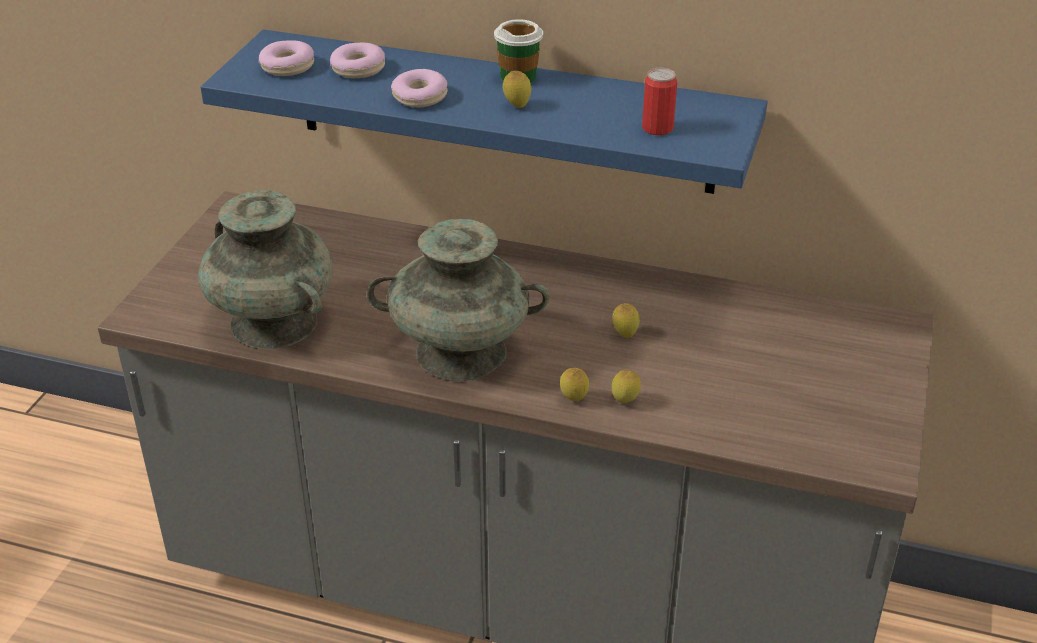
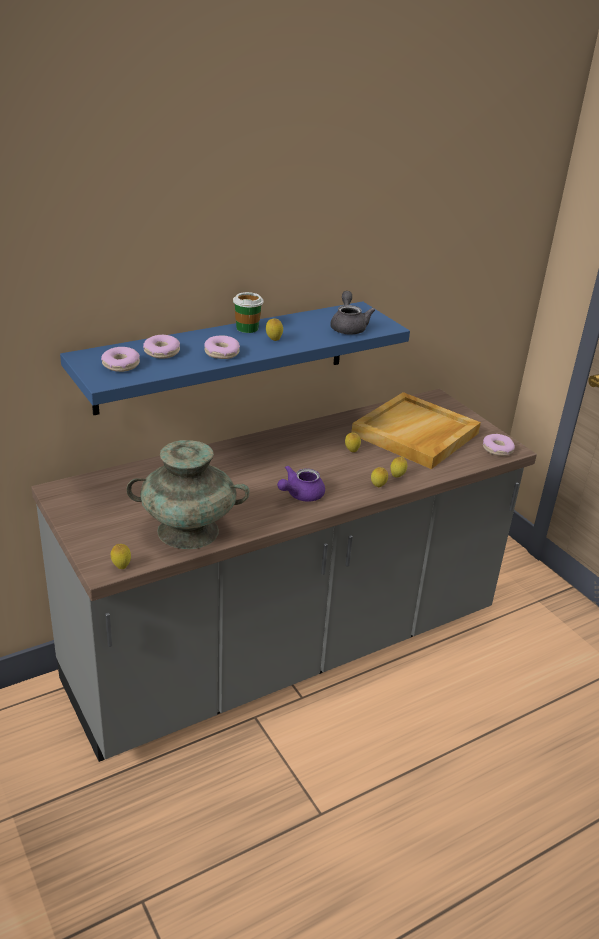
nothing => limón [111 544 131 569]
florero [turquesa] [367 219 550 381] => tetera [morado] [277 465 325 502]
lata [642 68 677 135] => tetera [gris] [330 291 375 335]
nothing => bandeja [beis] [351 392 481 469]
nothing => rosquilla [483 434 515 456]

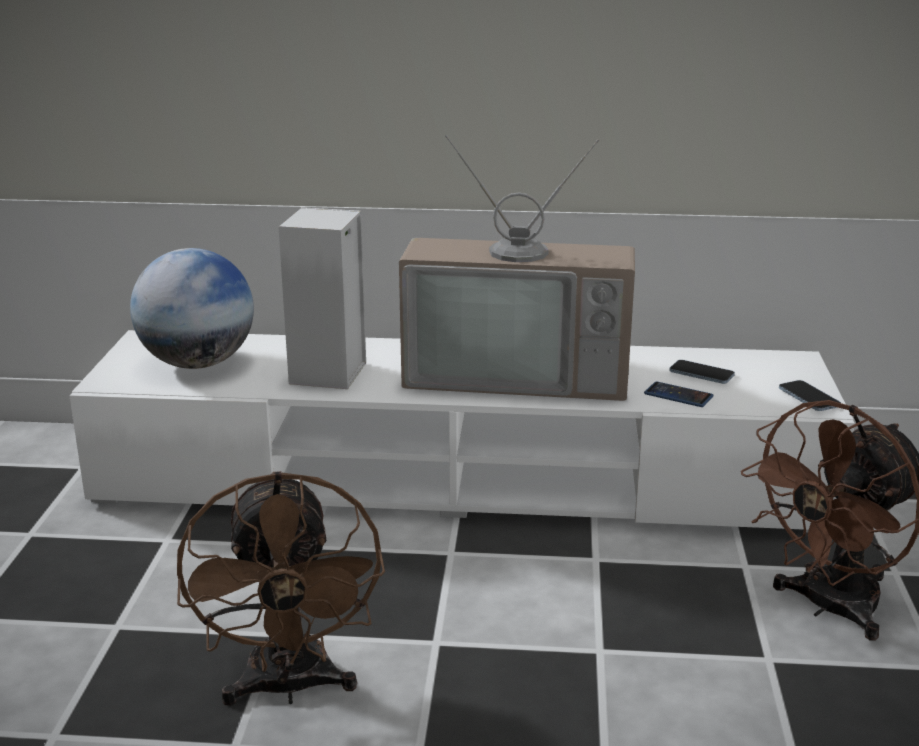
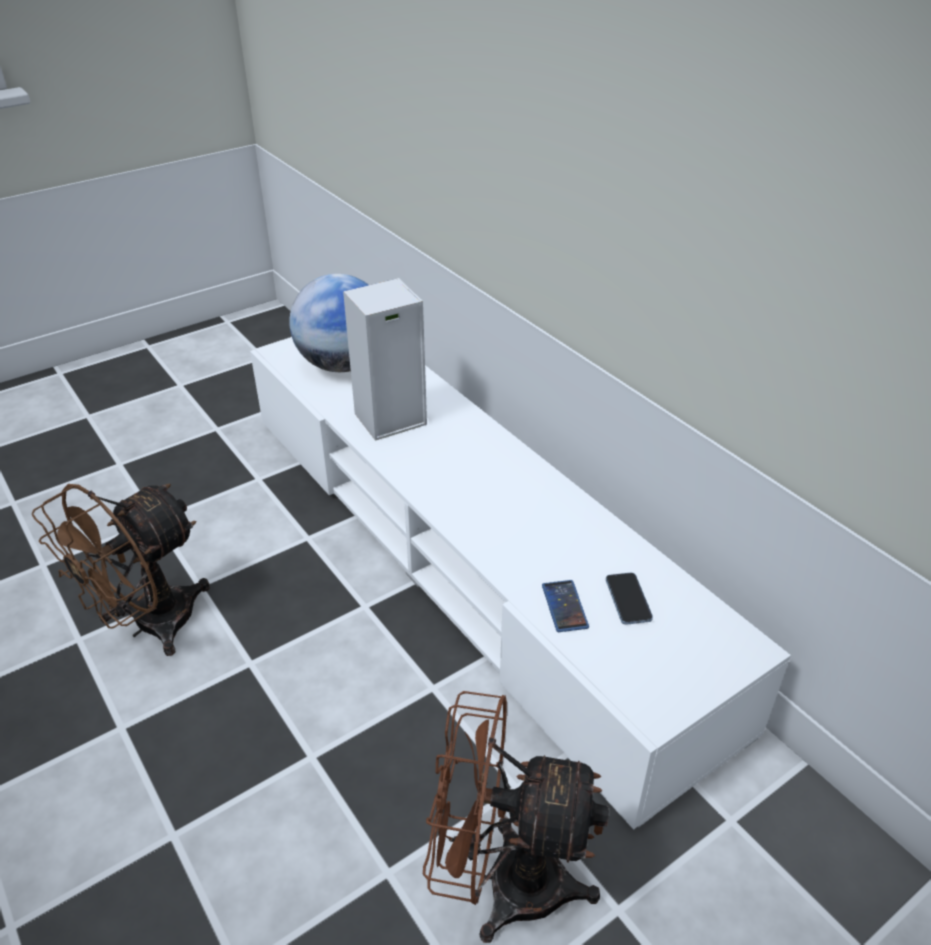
televisor [399 135 635 401] => nothing
móvil [779 380 841 411] => nothing

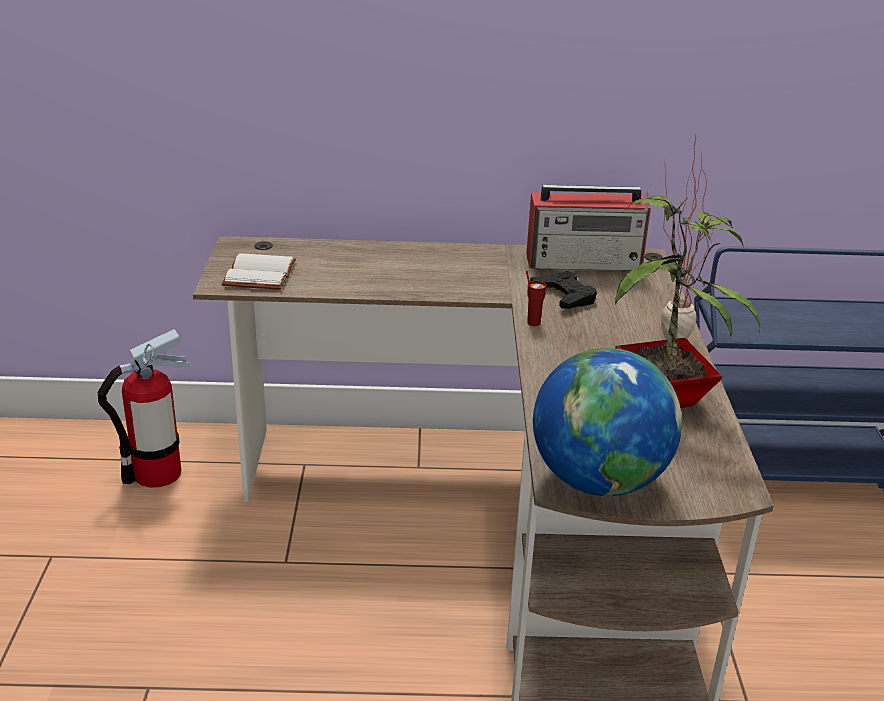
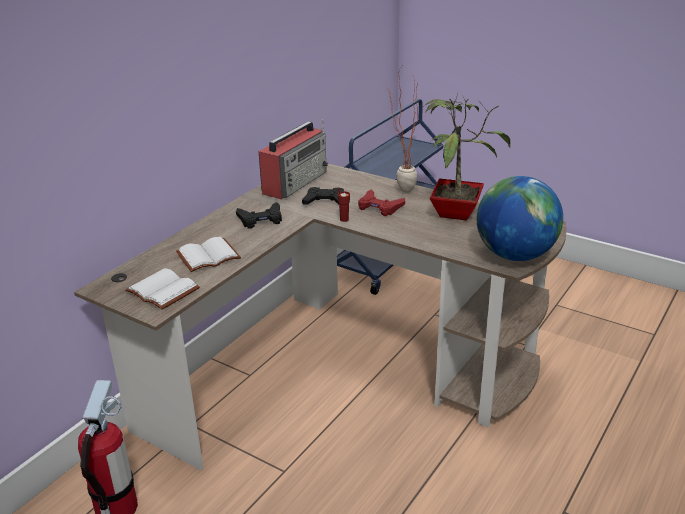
nothing => libro [blanco] [176 237 241 272]
nothing => mando de consola [negro] [236 202 282 229]
nothing => mando de consola [rojo] [358 190 405 216]

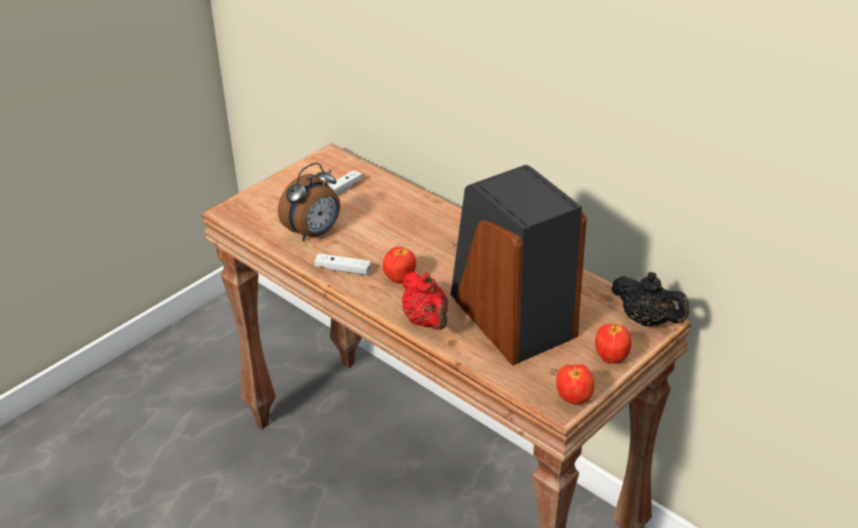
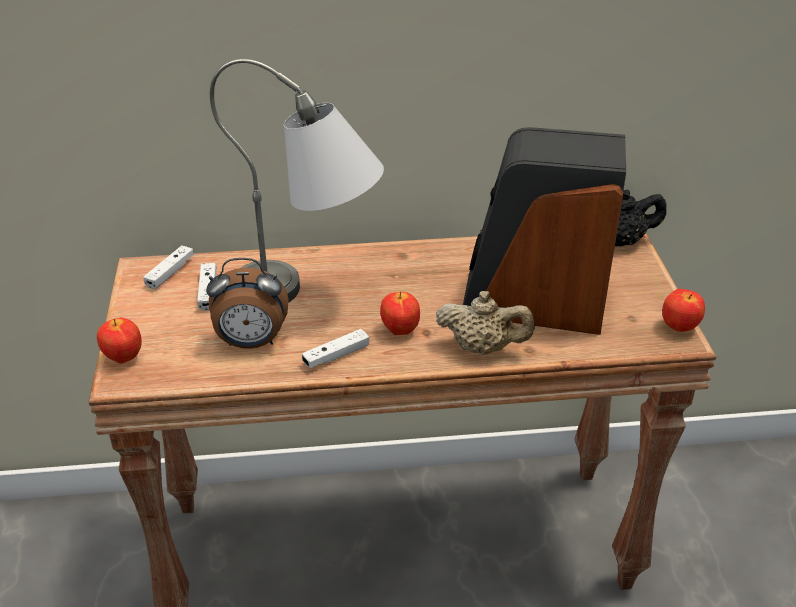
manzana [595 324 631 364] => manzana [97 318 142 364], shifted
nothing => mando de consola [blanco] [143 245 194 289]
despertador [278 163 340 241] => despertador [206 258 289 349], 90 degrees clockwise
nothing => lámpara de mesa [gris] [210 58 384 303]
tetera [rojo] [402 272 448 330] => tetera [beis] [436 291 535 355]

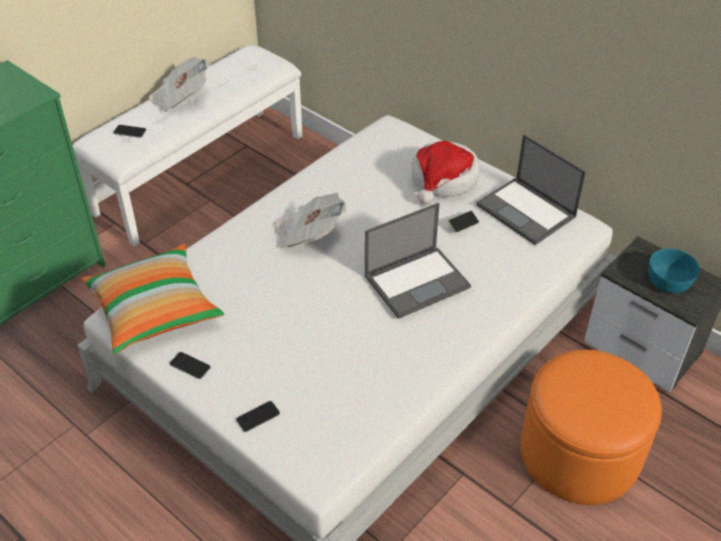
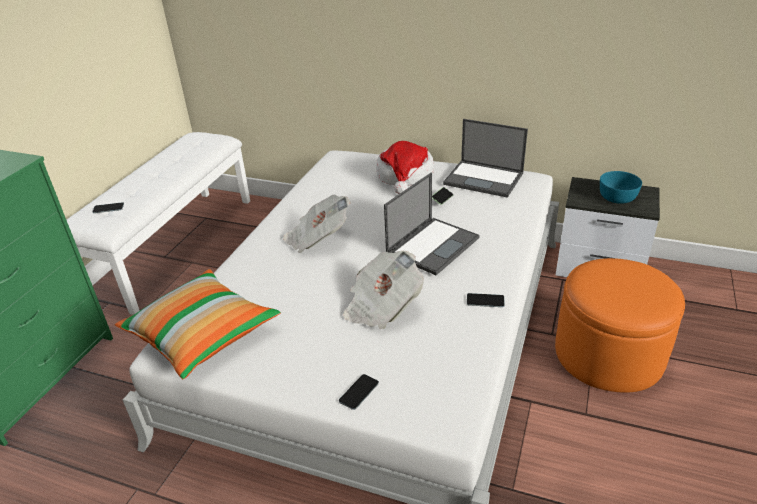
periódico [149 57 209 112] => periódico [343 251 424 329], shifted
móvil [170 352 211 379] => móvil [467 293 505 307], shifted

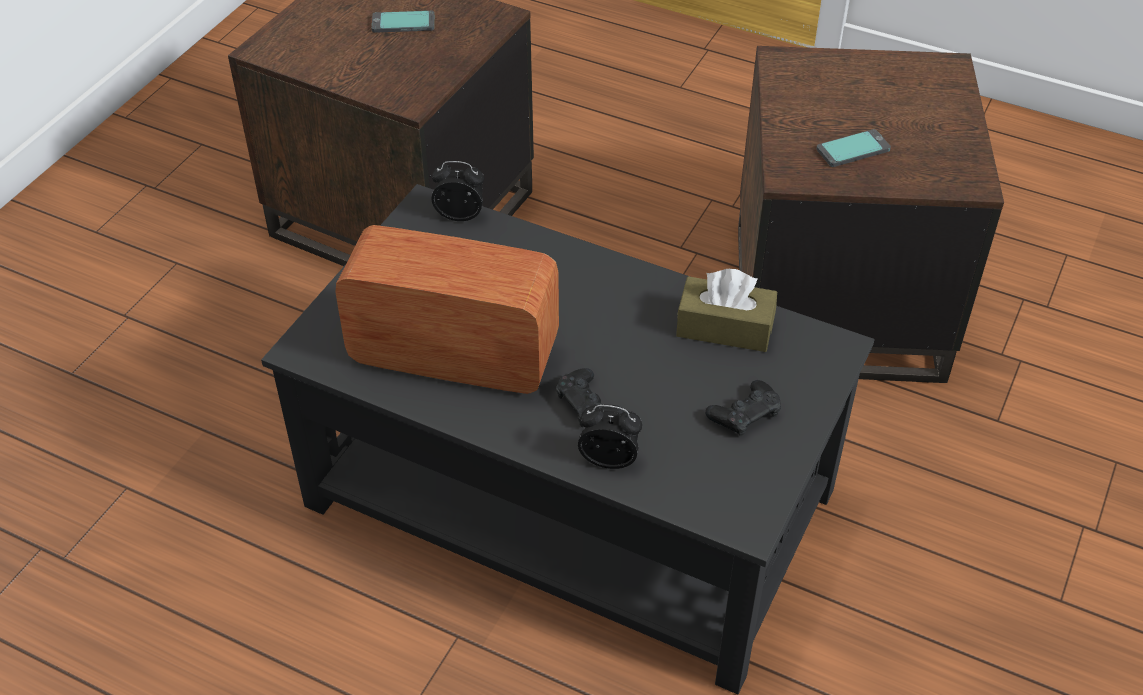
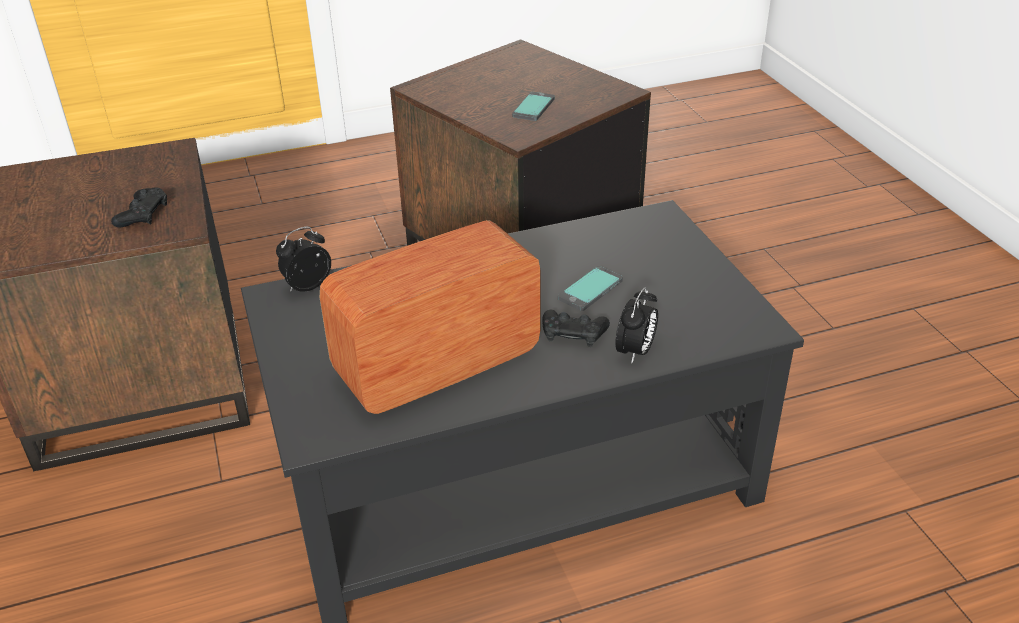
mando de consola [negro] [705 380 781 437] => mando de consola [negro] [111 188 167 227], shifted
móvil [372 11 434 33] => móvil [558 266 623 311], shifted
despertador [578 405 642 469] => despertador [615 287 658 364], 150 degrees clockwise
caja de pañuelos [marrón] [676 269 777 352] => nothing

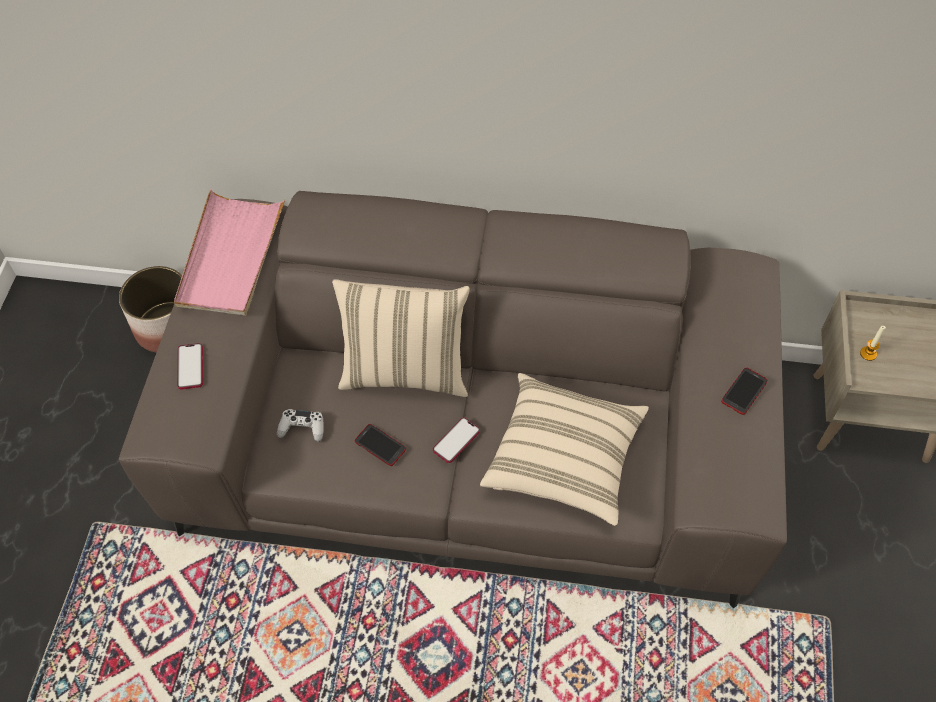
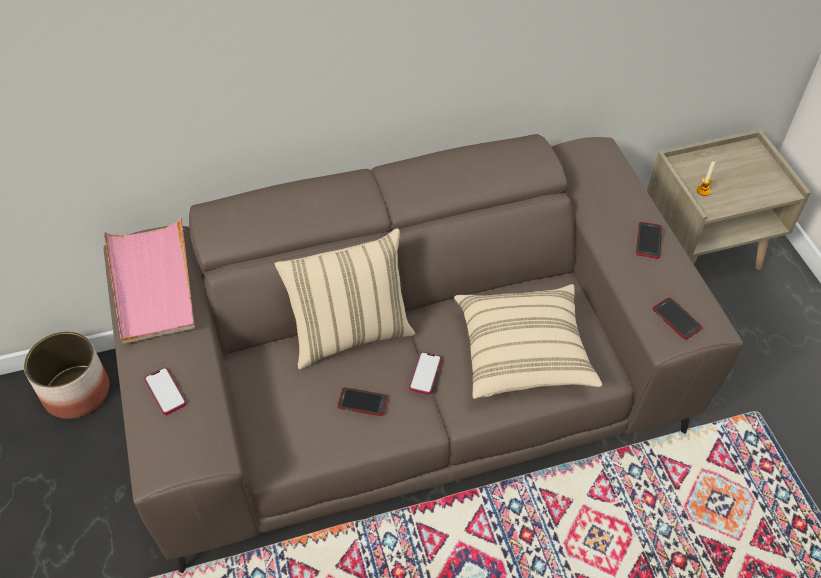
nothing => móvil [653 298 702 340]
mando de consola [blanco] [277 409 324 442] => nothing

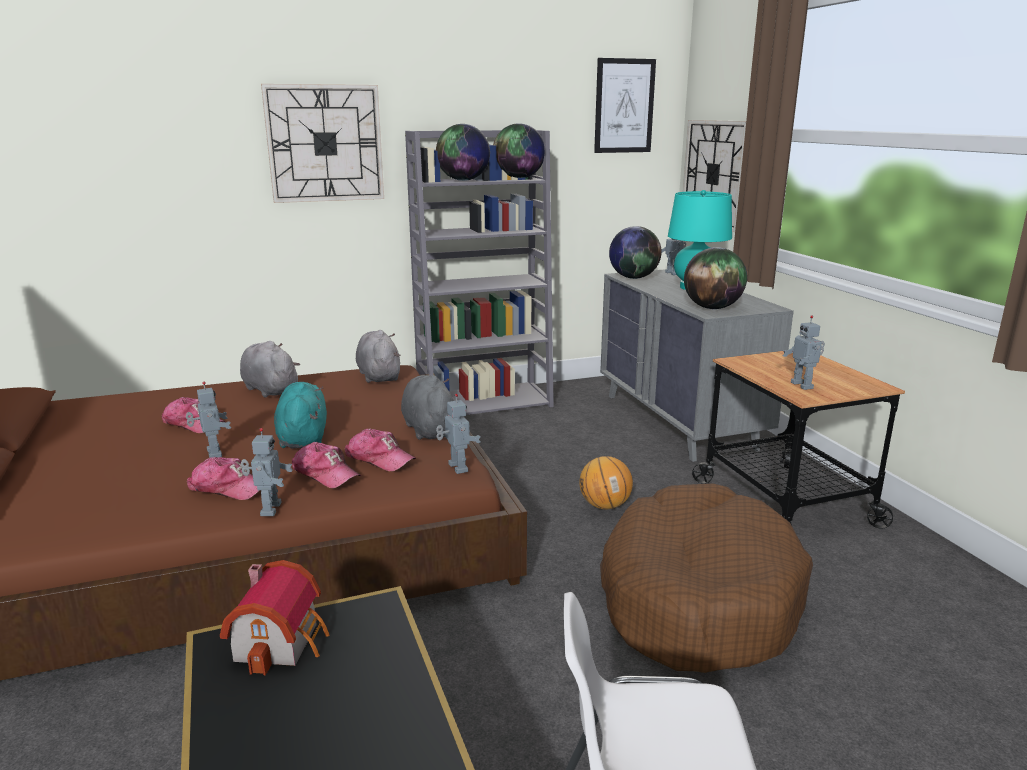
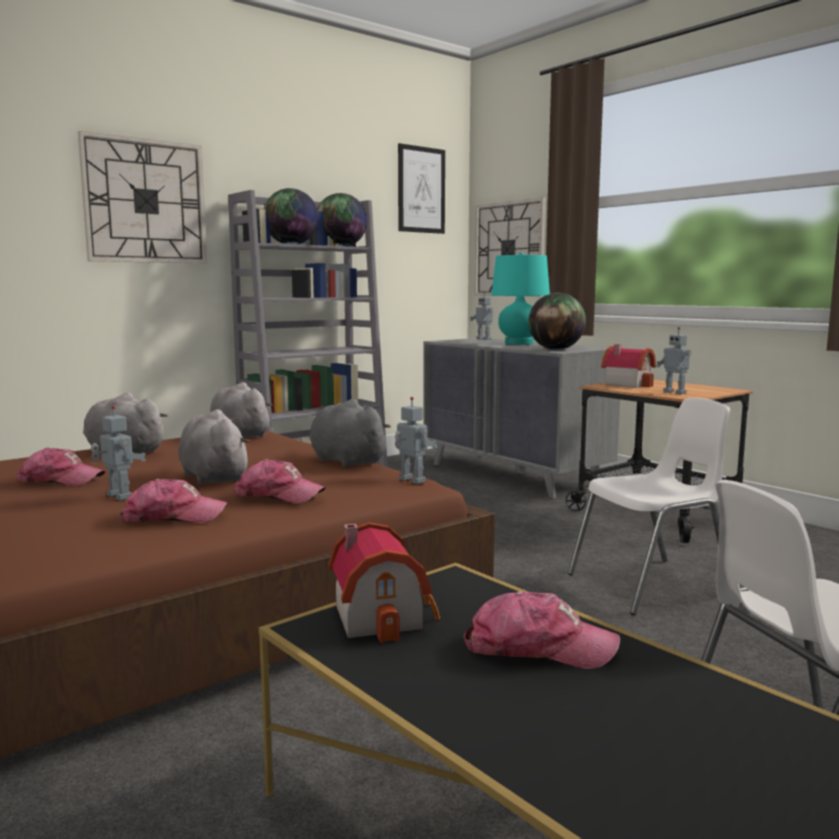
peluche [turquesa] [274 382 327 448] => peluche [gris] [178 409 250 485]
gorra [345 428 416 472] => gorra [464 591 620 669], shifted
cama para perro [marrón] [600 483 813 673] => silla [blanco] [568 398 730 615]
nothing => casita [601 344 656 388]
robot de juguete [241 428 293 516] => nothing
balón de baloncesto [579 456 633 509] => nothing
globo terráqueo [609 226 662 279] => nothing

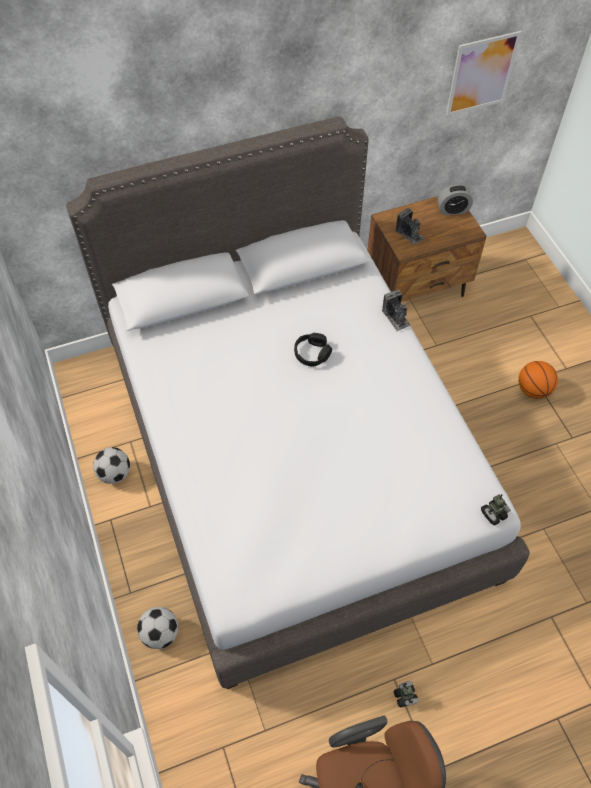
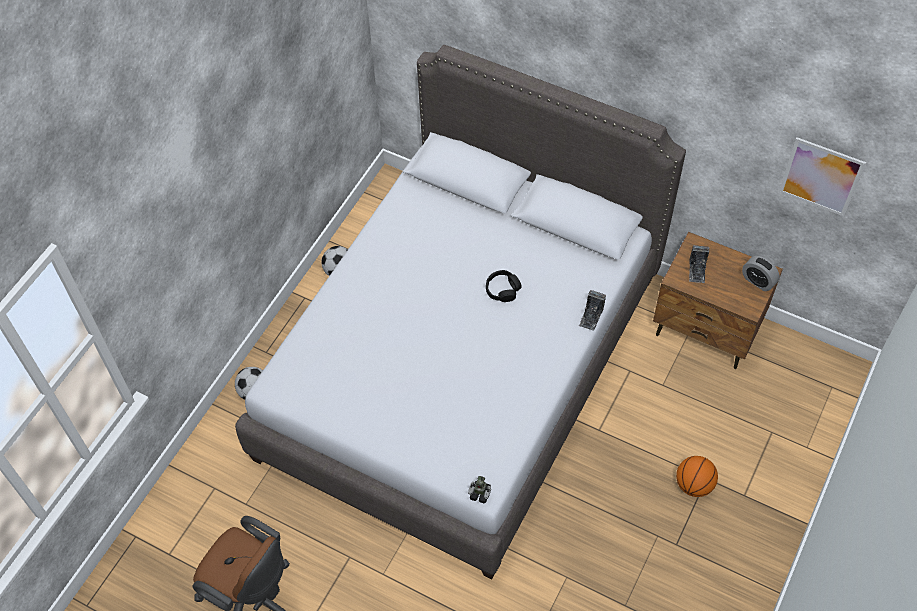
robot de juguete [393 681 419 707] => nothing

